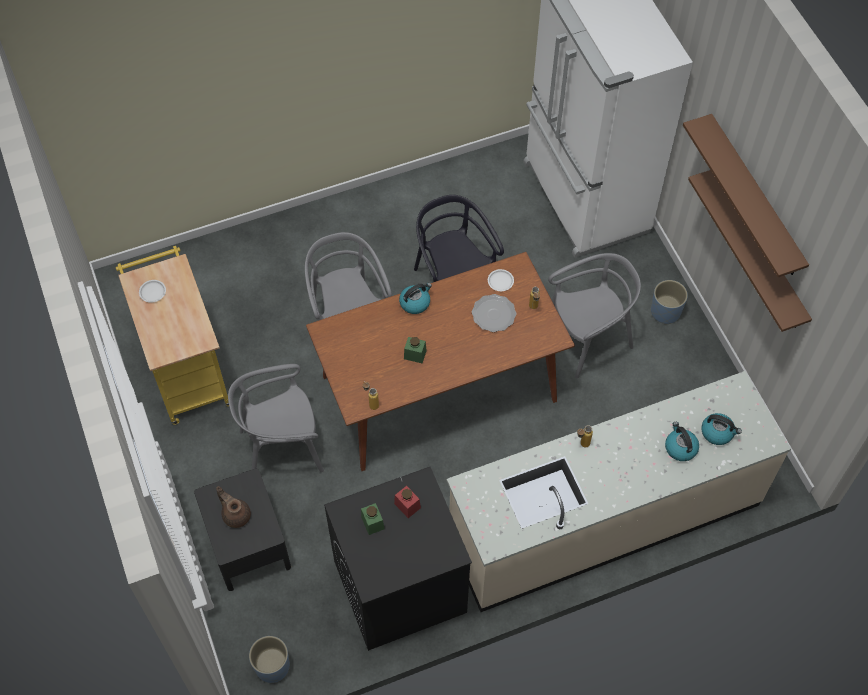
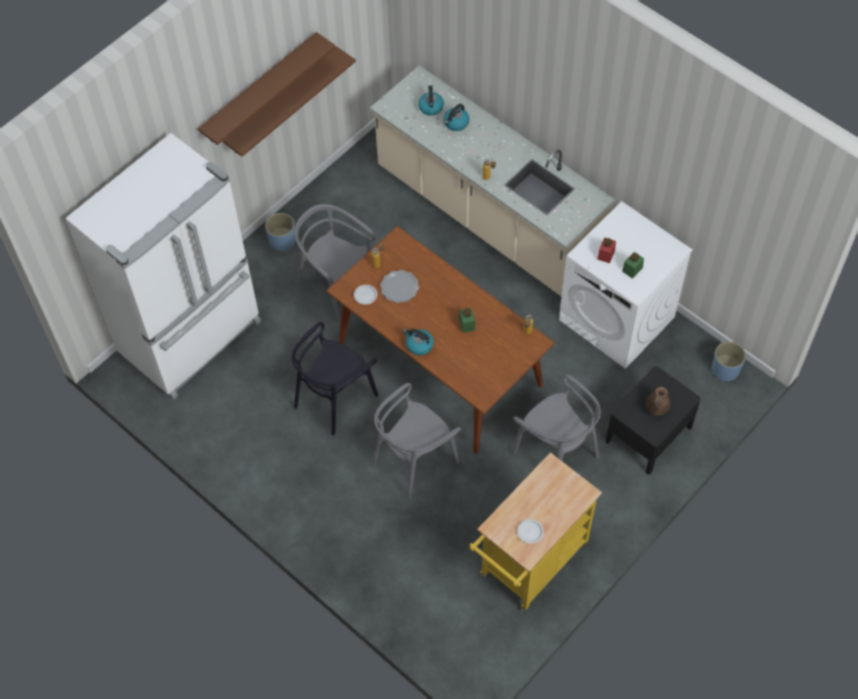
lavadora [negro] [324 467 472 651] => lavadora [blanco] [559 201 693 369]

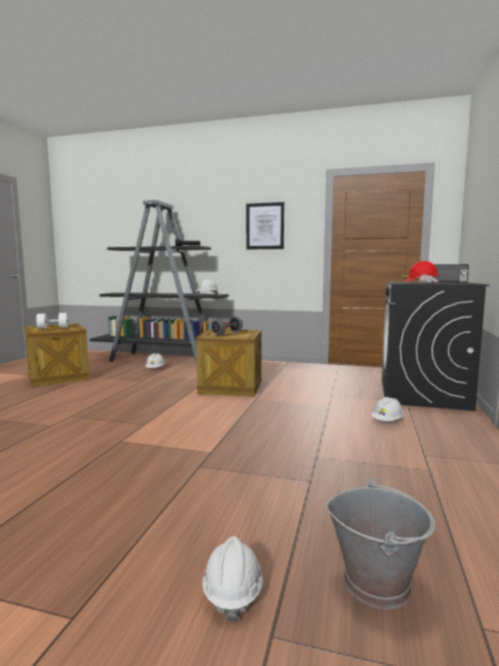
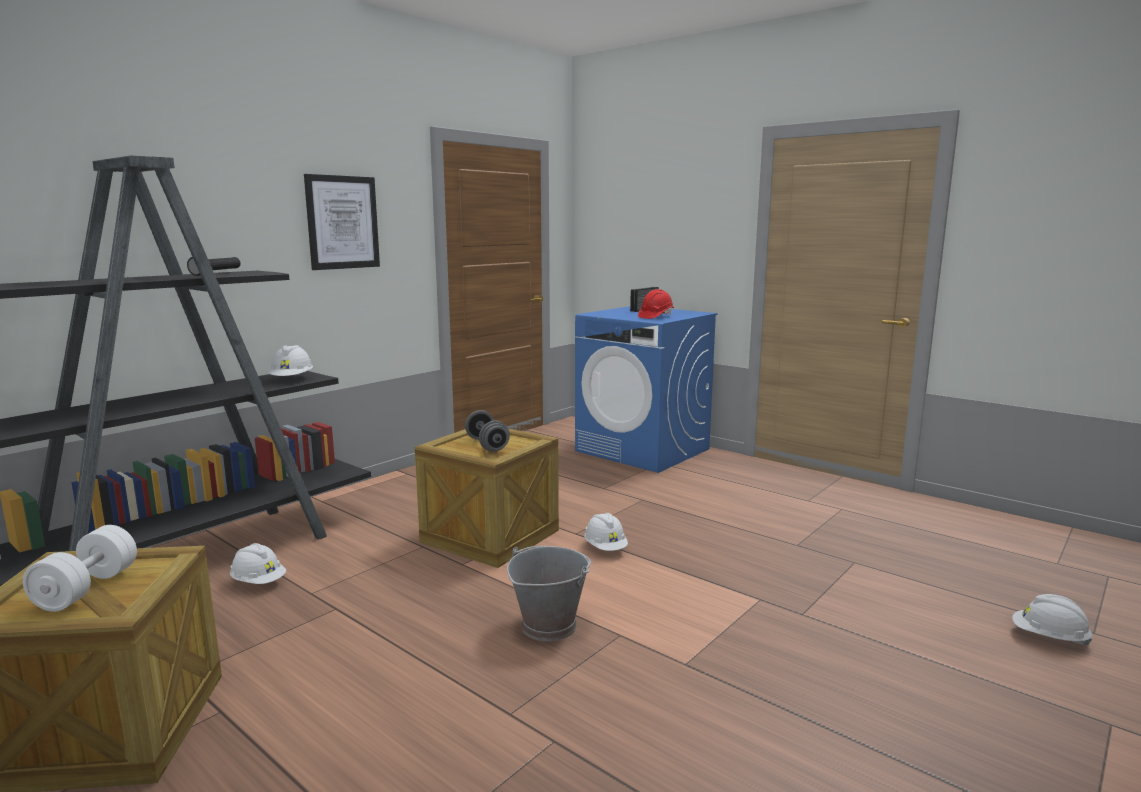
cubo [gris] [326 478 435 609] => cubo [gris] [507 546 591 641], shifted
lavadora [negro] [382 282 490 411] => lavadora [azul] [575 306 717 473]
casco [blanco] [371 397 404 421] => casco [blanco] [584 513 628 551], shifted

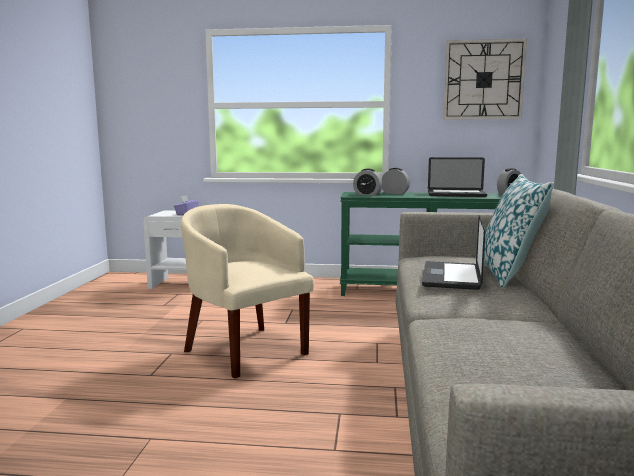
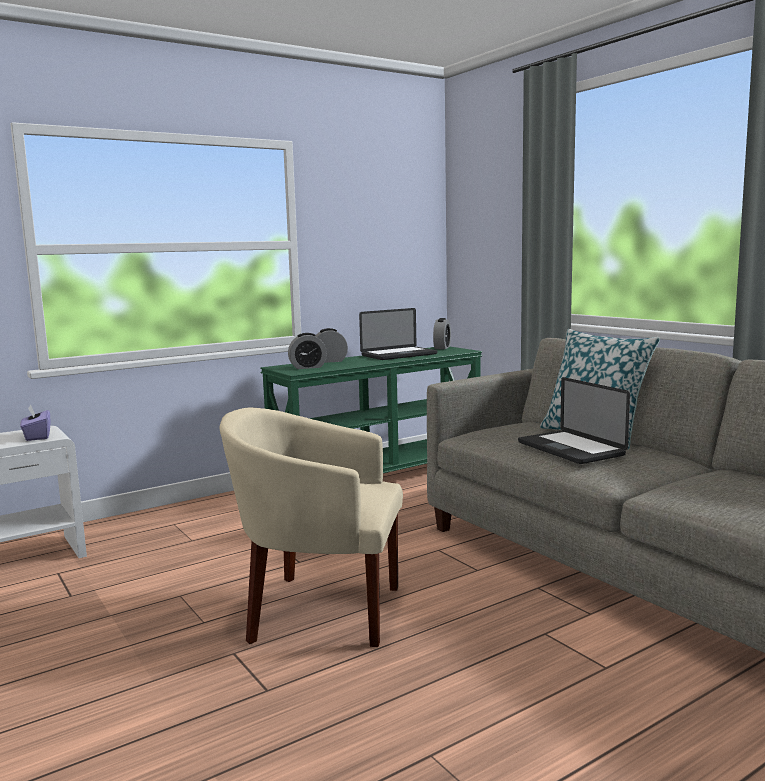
reloj de pared [443 39 527 120] => nothing

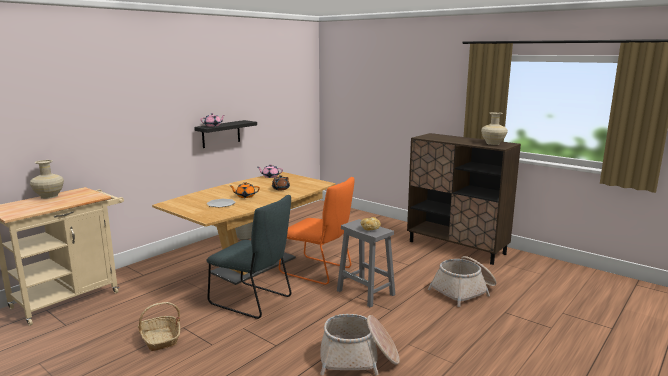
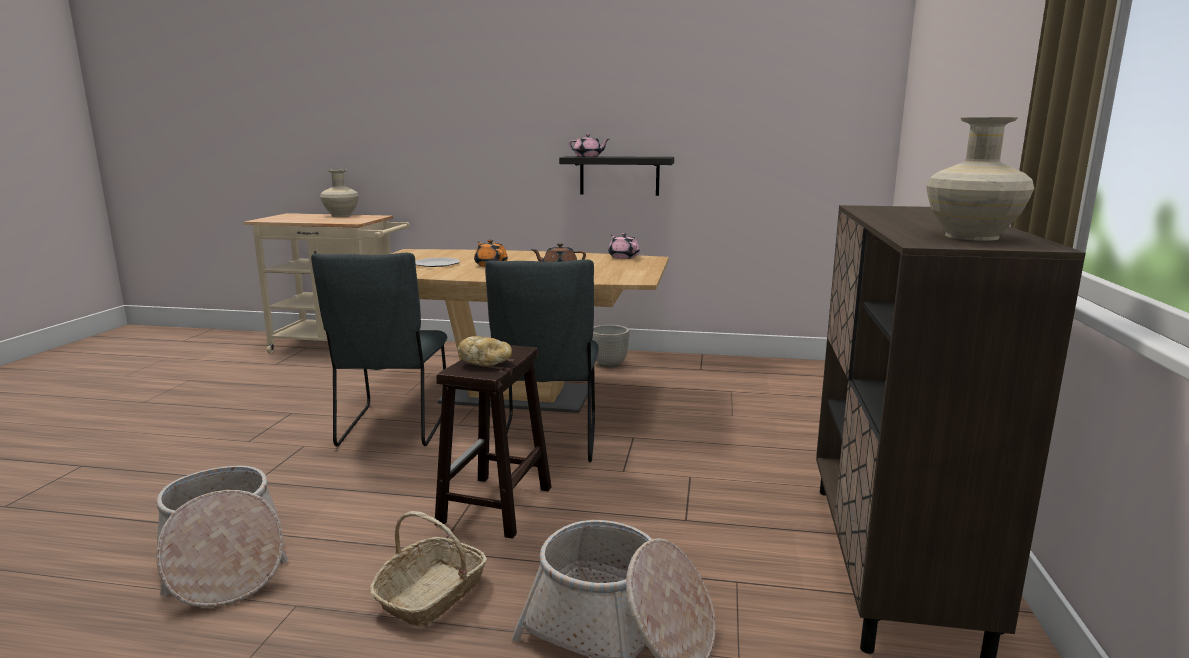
cesta [138 302 180 351] => cesta [369 511 487 626], shifted
taburete [gris] [337 219 395 307] => taburete [marrón] [434 345 551 539]
silla [naranja] [279 177 355 285] => silla [gris] [485 259 599 462]

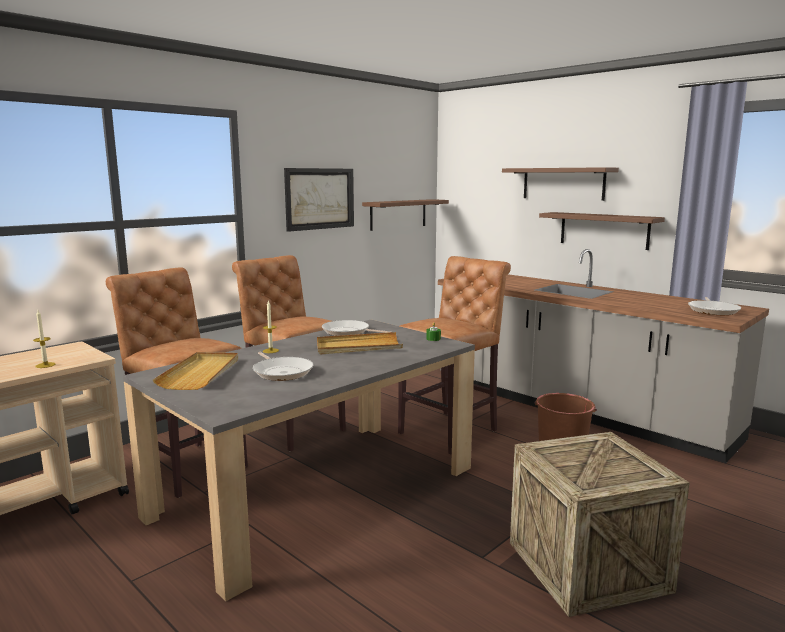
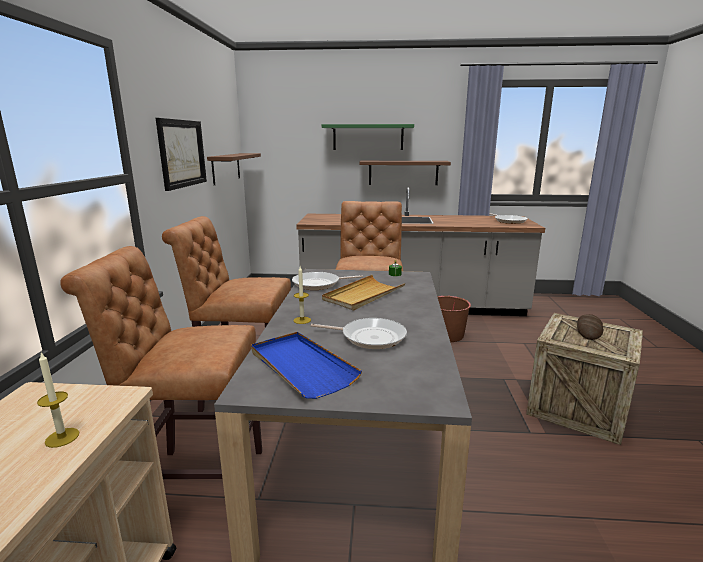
bandeja [beis] [153 352 238 390] => bandeja [azul] [251 332 362 399]
estante [marrón] [502 167 619 201] => estante [verde] [322 124 414 150]
nothing => pan [577 314 603 340]

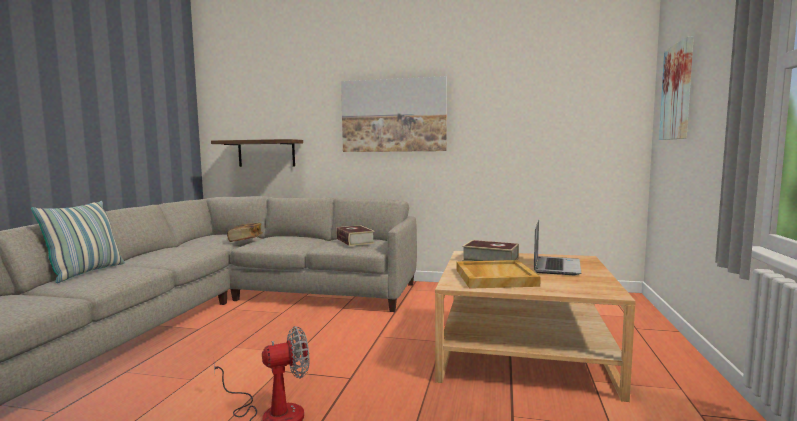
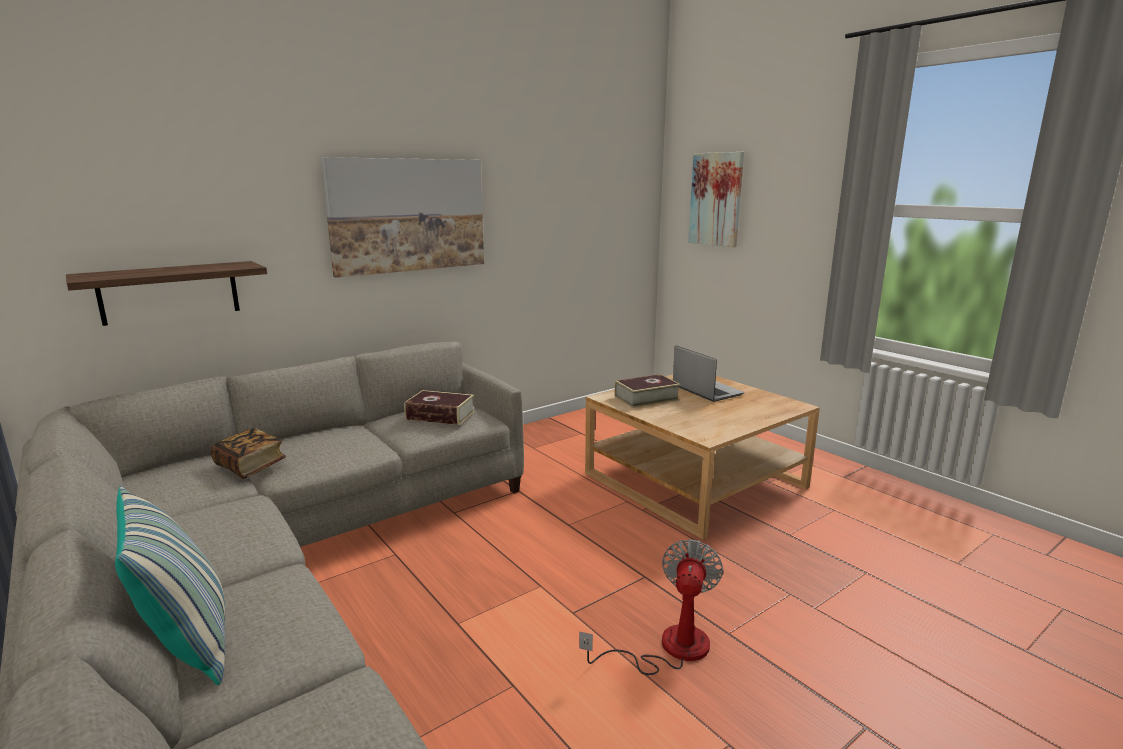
bandeja [beis] [456 260 541 289] => nothing

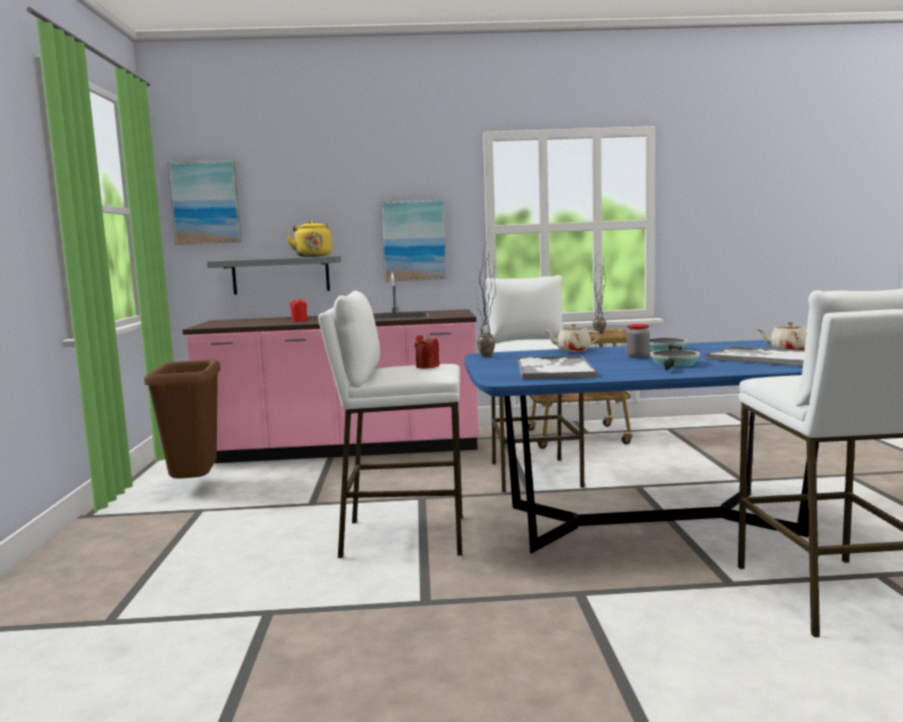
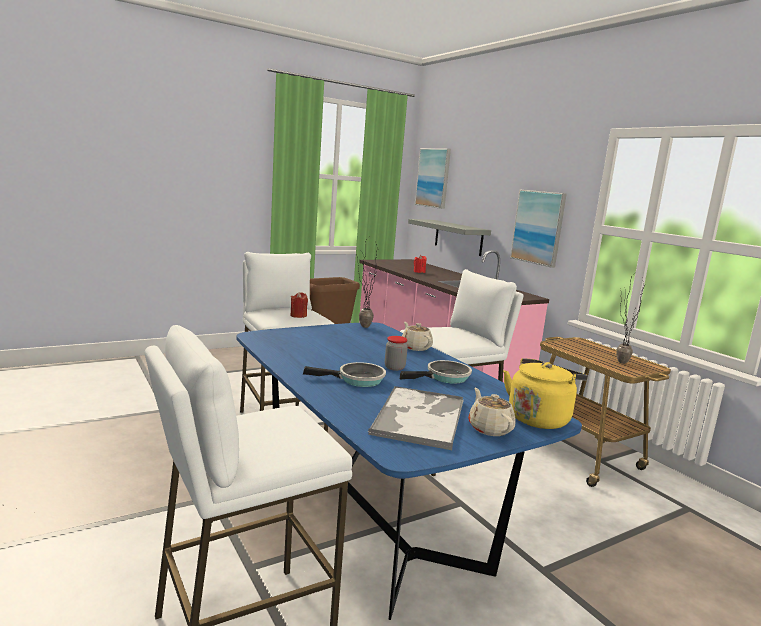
hervidor [amarillo] [286 221 332 257] => hervidor [amarillo] [503 358 588 429], shifted
bandeja [518 355 598 380] => nothing

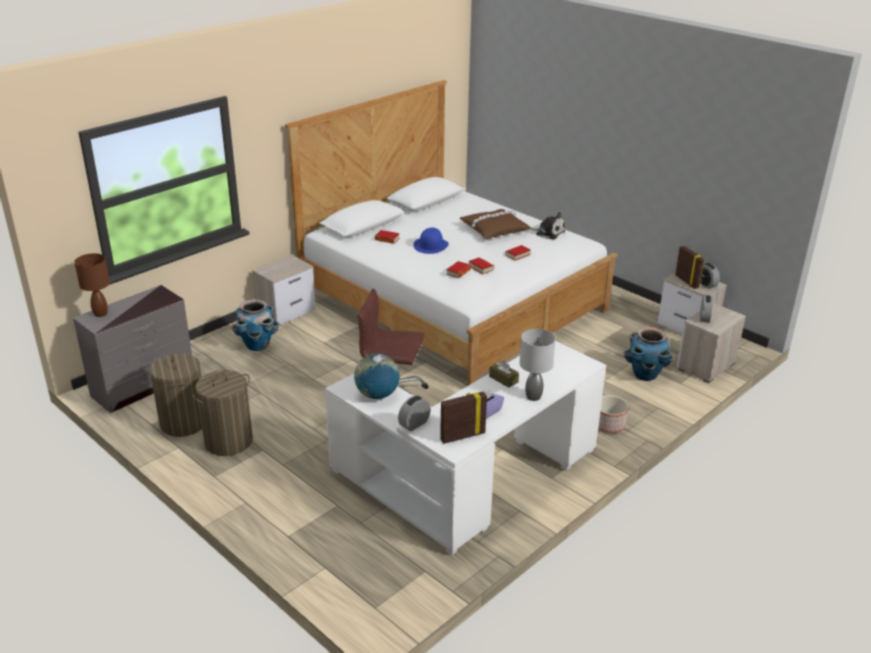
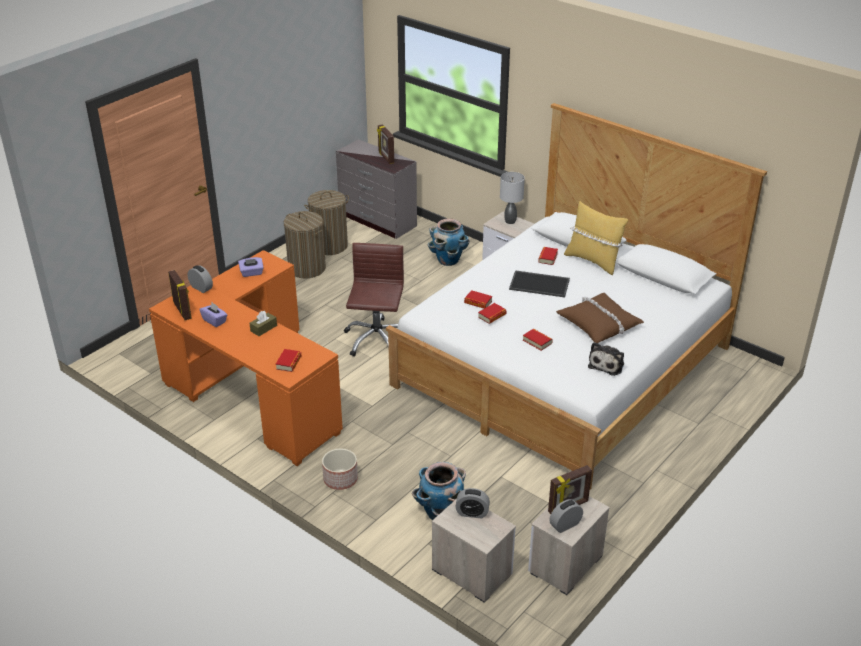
escritorio [blanco] [325 341 606 555] => escritorio [naranja] [149 250 343 466]
globo terráqueo [354 354 400 399] => caja de pañuelos [morado] [238 257 264 277]
nothing => libro [276 349 301 372]
nothing => portarretratos [377 124 394 164]
lámpara de mesa [gris] [519 329 555 401] => lámpara de mesa [gris] [500 172 525 224], shifted
sombrero [azul] [414 228 449 254] => bandeja [509 270 570 297]
nothing => cojín [amarillo] [564 201 628 275]
lámpara de mesa [marrón] [74 253 110 317] => nothing

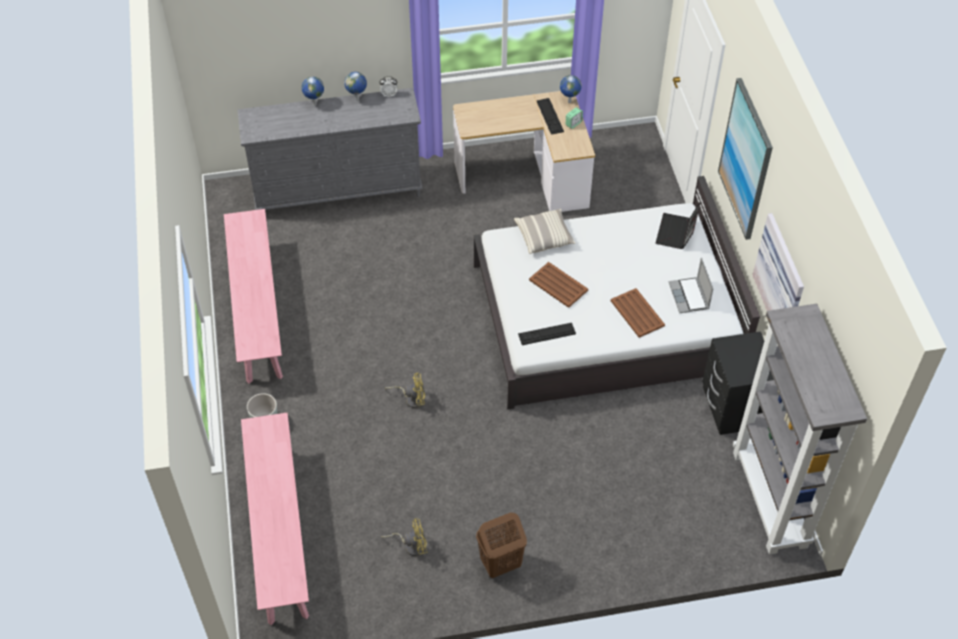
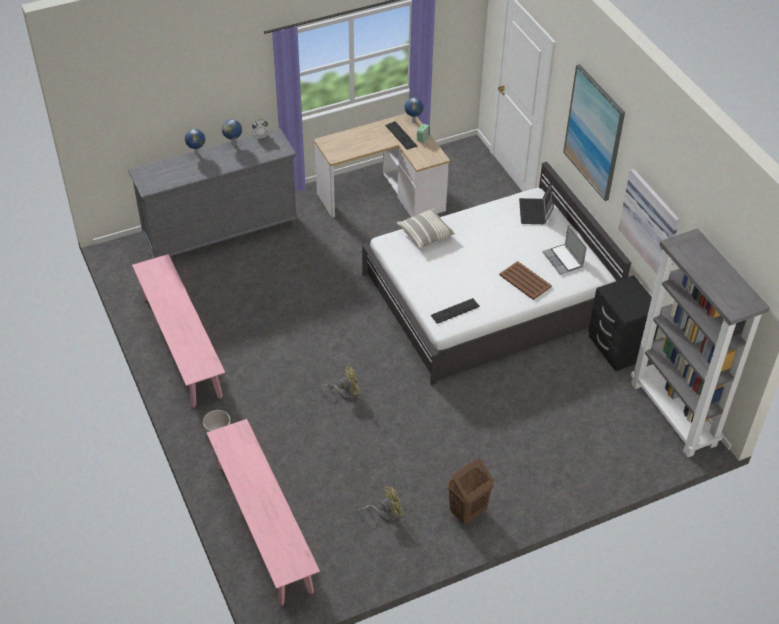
bandeja [marrón] [529 262 588 308] => nothing

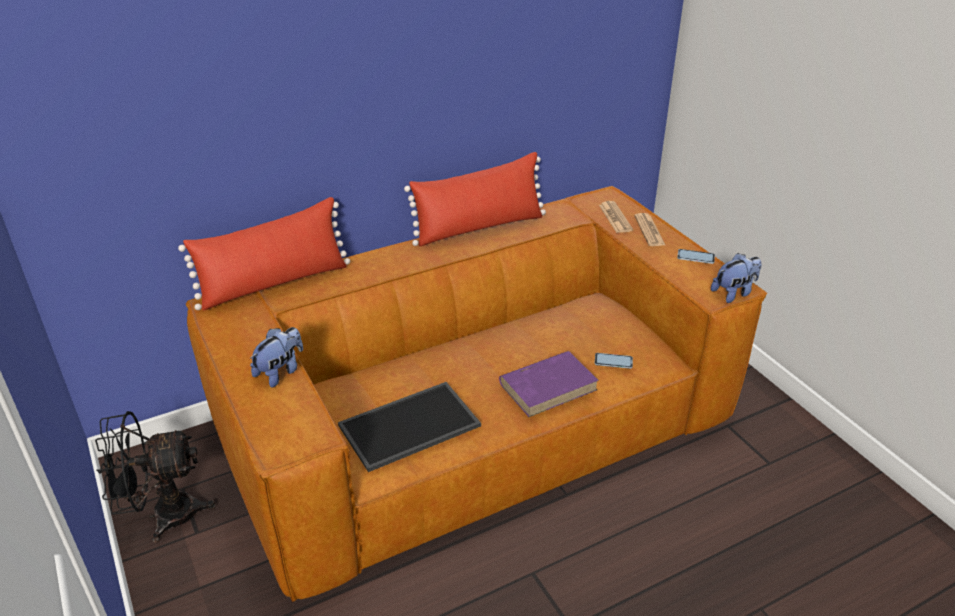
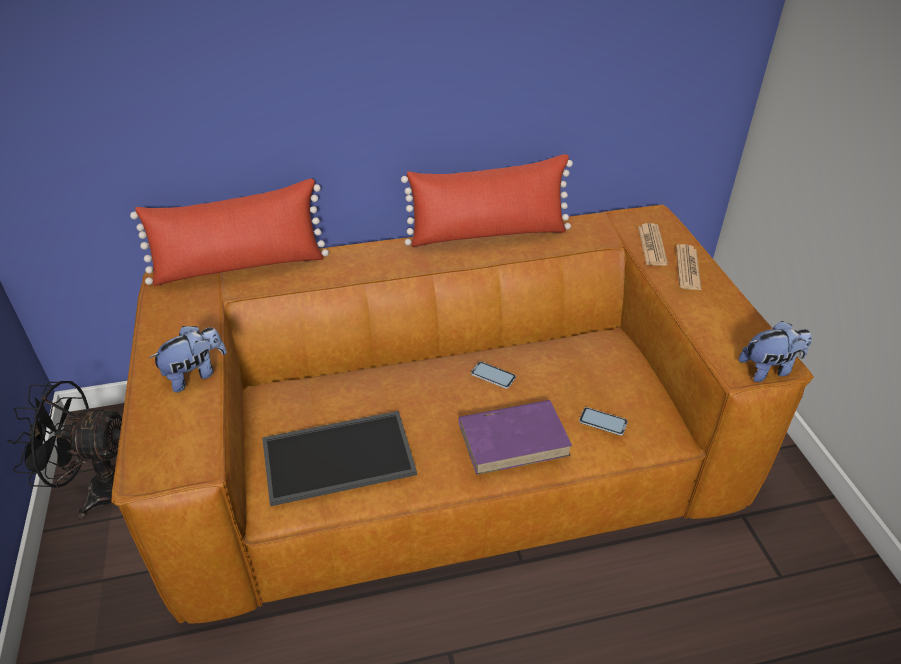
móvil [677 249 715 264] => móvil [471 362 516 389], shifted

